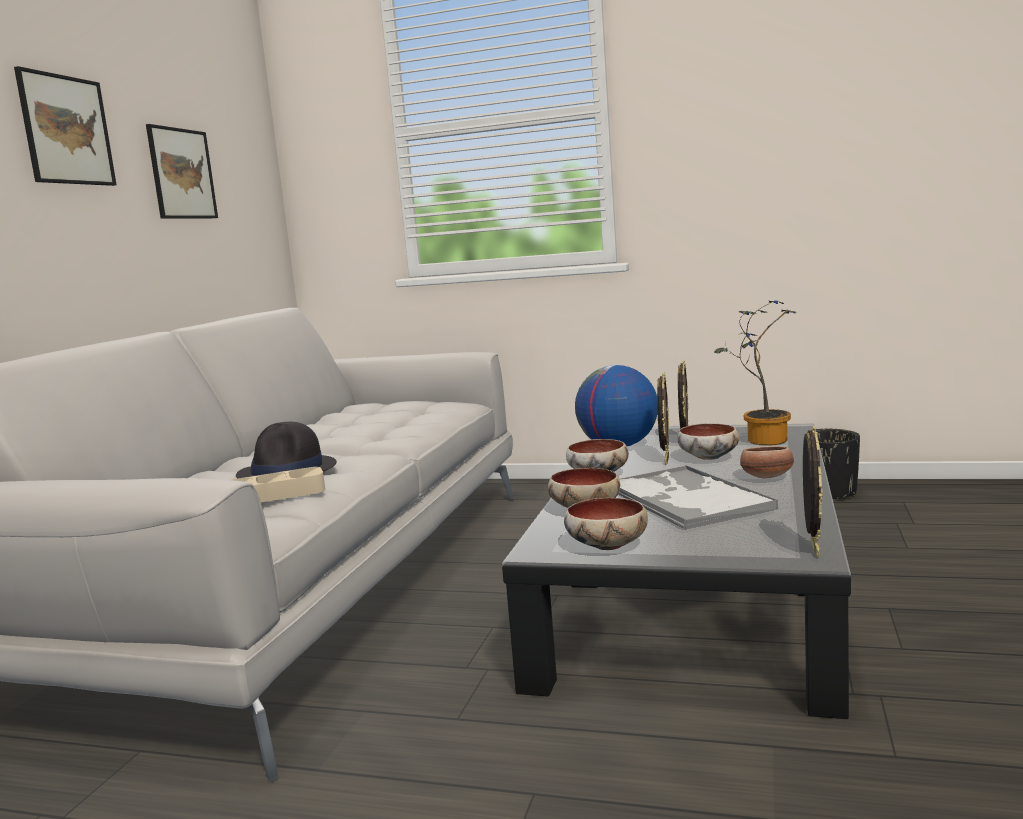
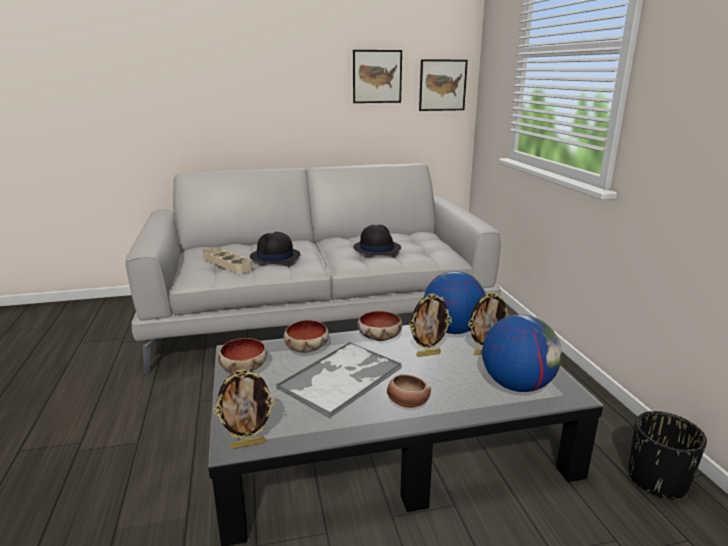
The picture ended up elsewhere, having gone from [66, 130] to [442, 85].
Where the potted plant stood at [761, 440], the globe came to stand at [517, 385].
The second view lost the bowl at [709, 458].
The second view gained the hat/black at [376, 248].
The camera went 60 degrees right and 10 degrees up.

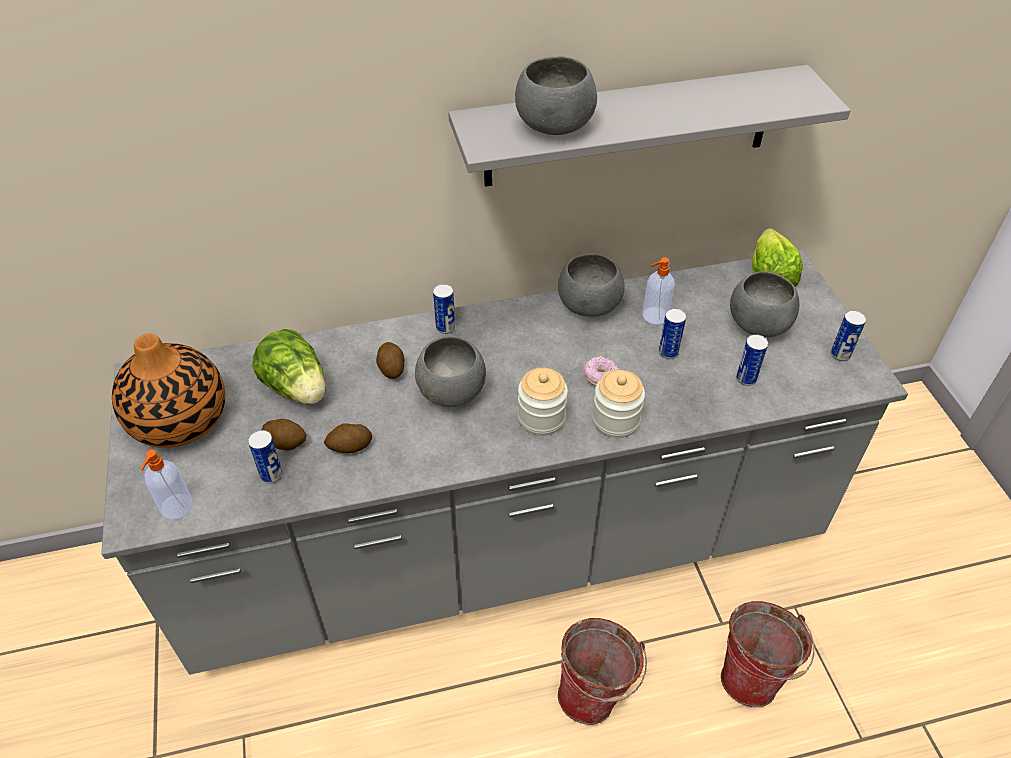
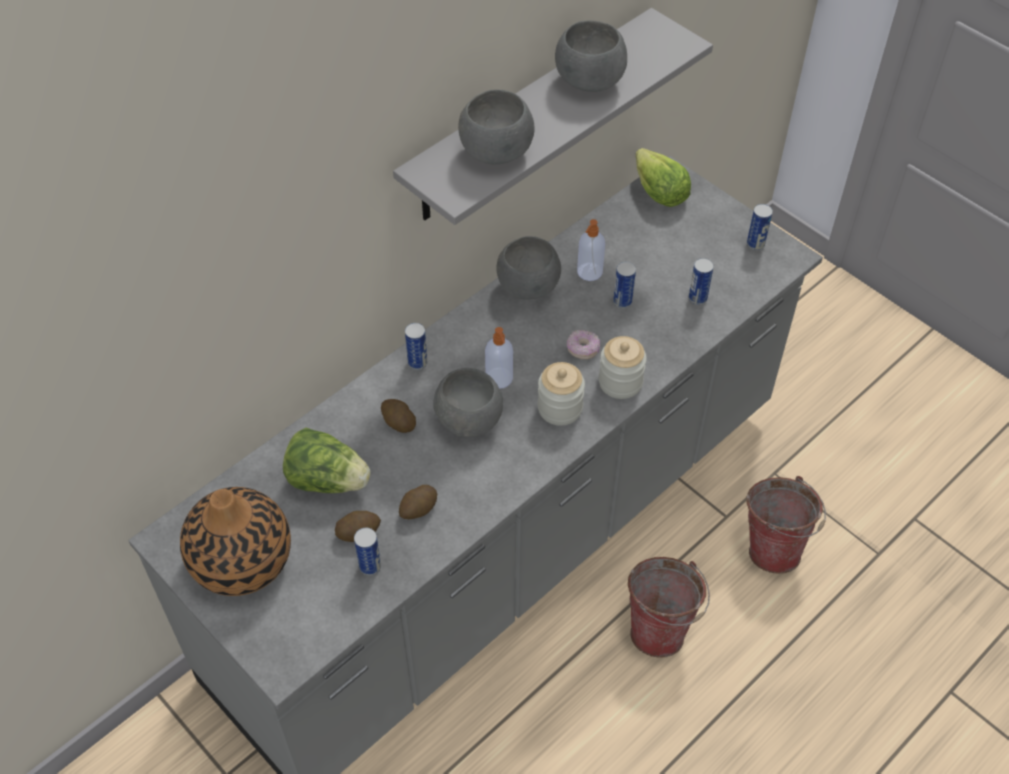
The bowl/grey ended up elsewhere, having gone from [758, 325] to [589, 80].
The soap dispenser ended up elsewhere, having gone from [176, 507] to [499, 379].
The camera went 30 degrees left and 5 degrees up.

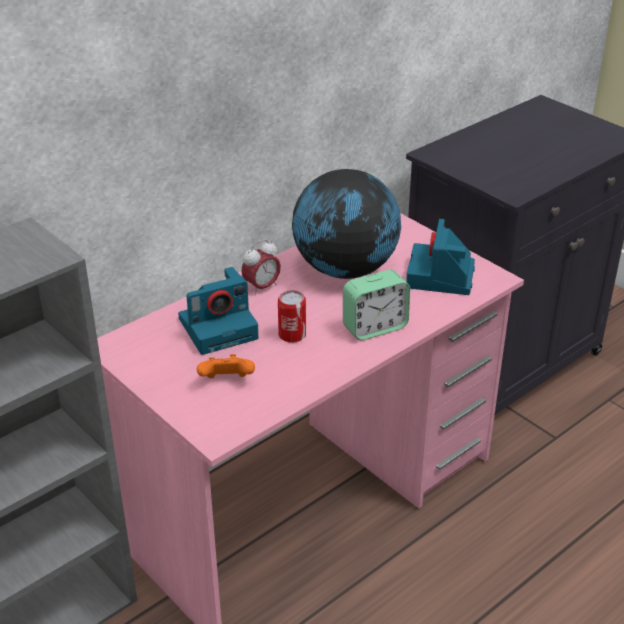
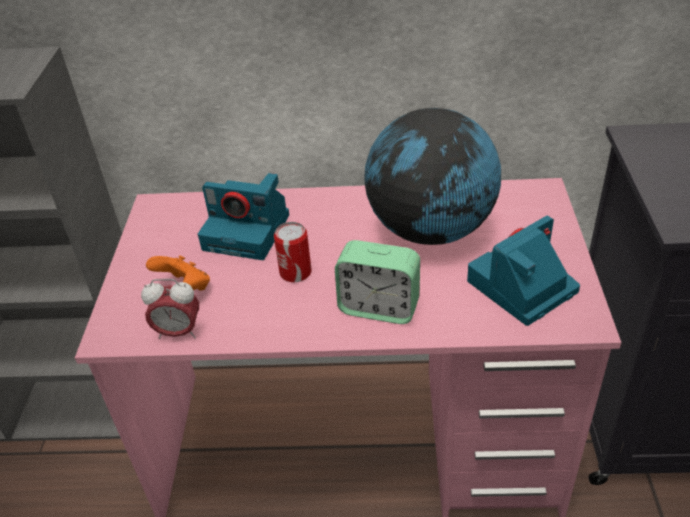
The alarm clock ended up elsewhere, having gone from [261, 287] to [178, 332].
The camera went 45 degrees right and 5 degrees up.

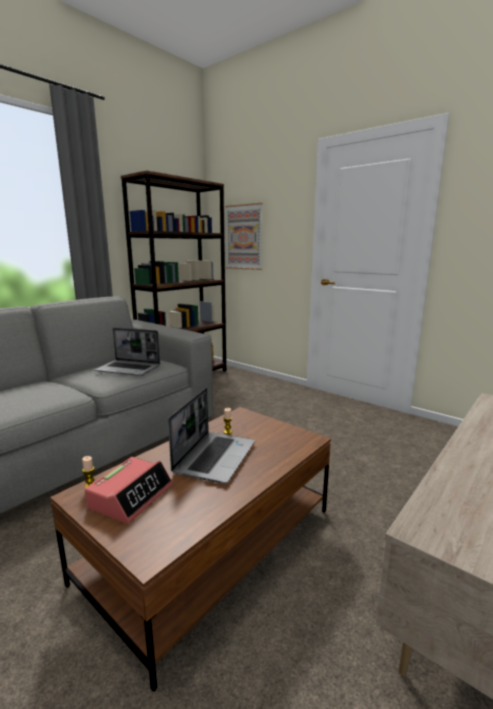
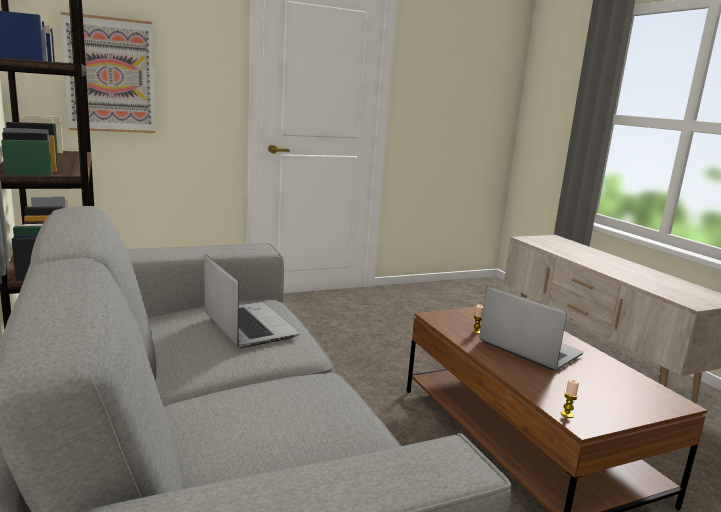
The laptop at [129, 369] ended up facing another way, 75 degrees counterclockwise from before.
The second view lost the alarm clock at [131, 496].
The camera went 65 degrees left and 0 degrees up.

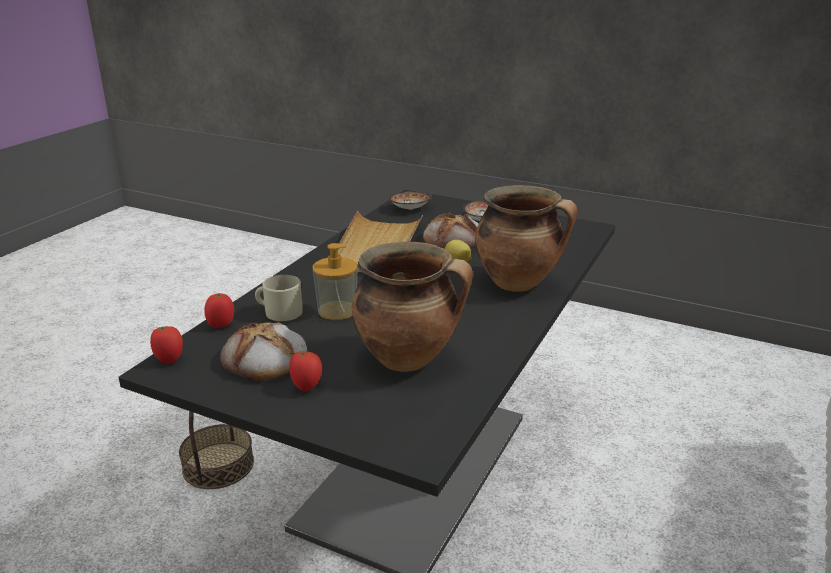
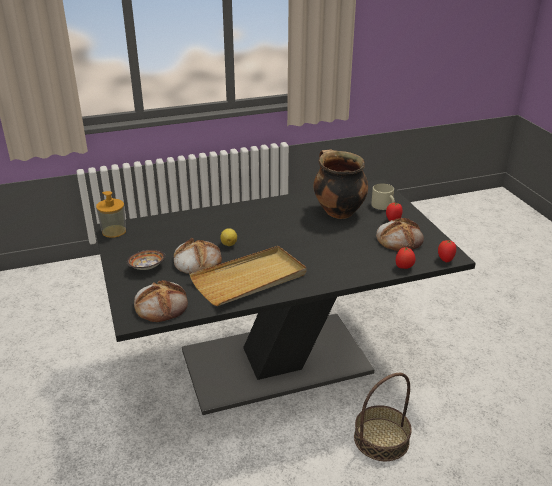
The second view lost the cooking pot at [519, 283].
Where the bowl stood at [411, 209], the bread came to stand at [162, 305].
The soap dispenser ended up elsewhere, having gone from [337, 310] to [114, 231].
The mug/beige ended up elsewhere, having gone from [279, 312] to [383, 206].
The camera went 135 degrees left and 5 degrees up.

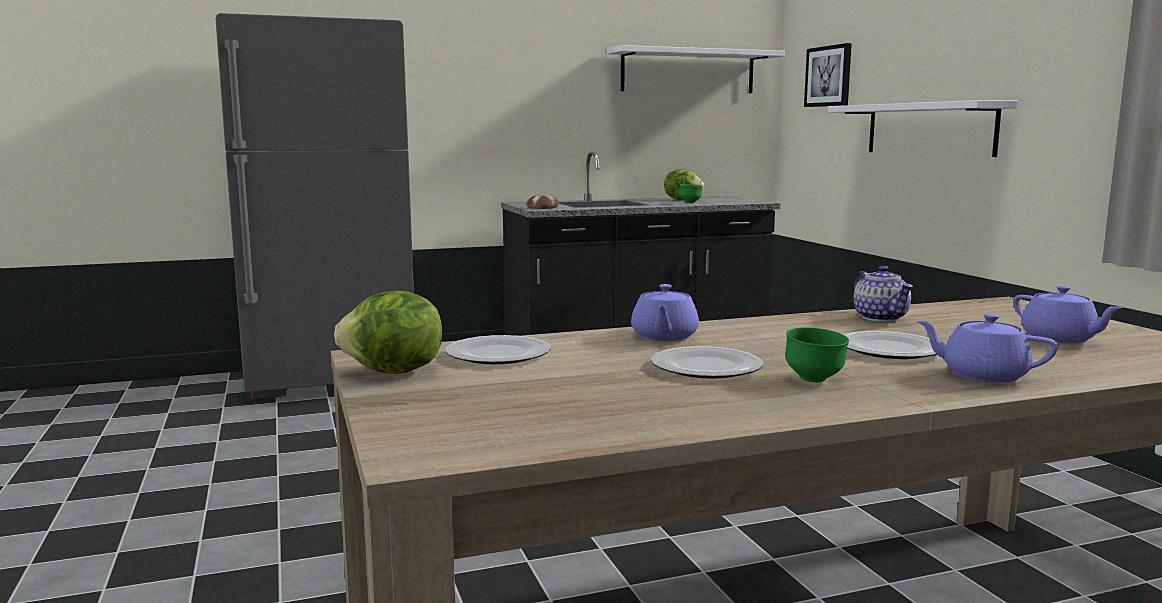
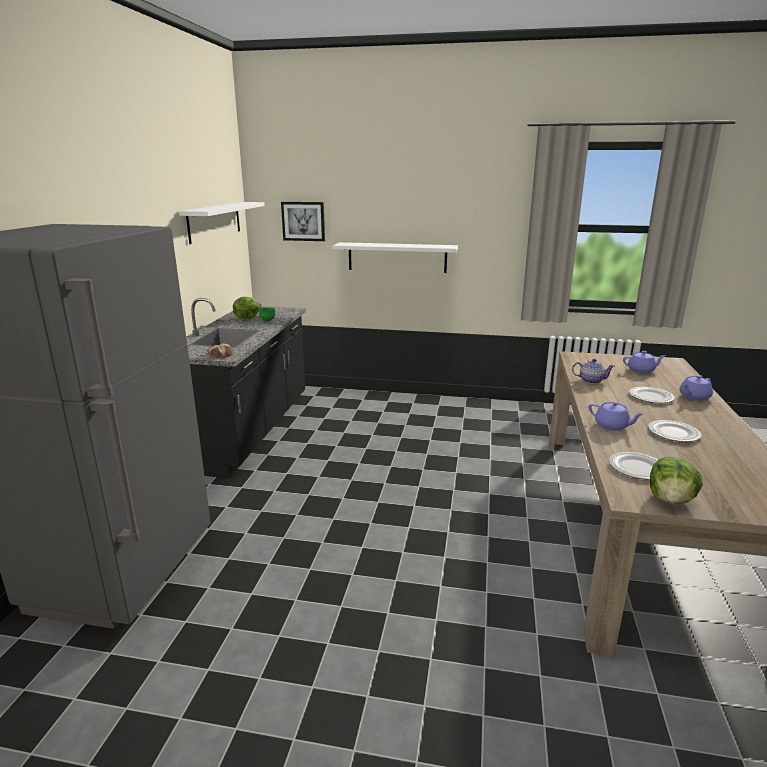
The second view lost the bowl/green at [814, 380].
The camera went 60 degrees left and 10 degrees up.

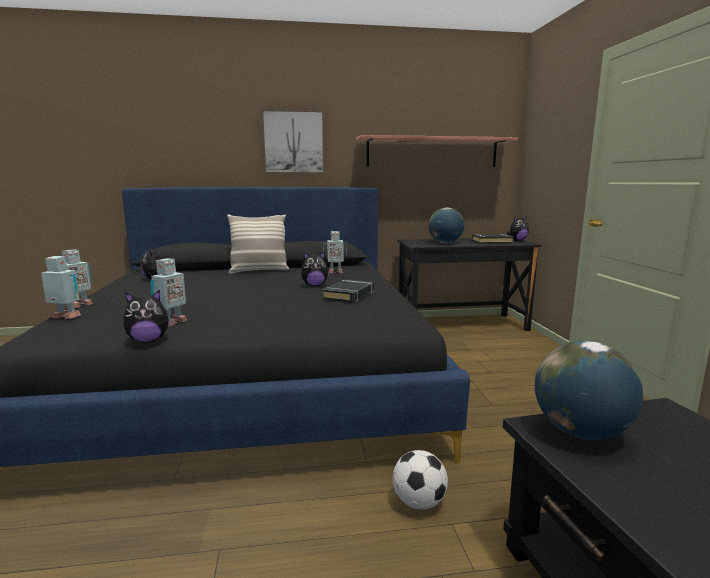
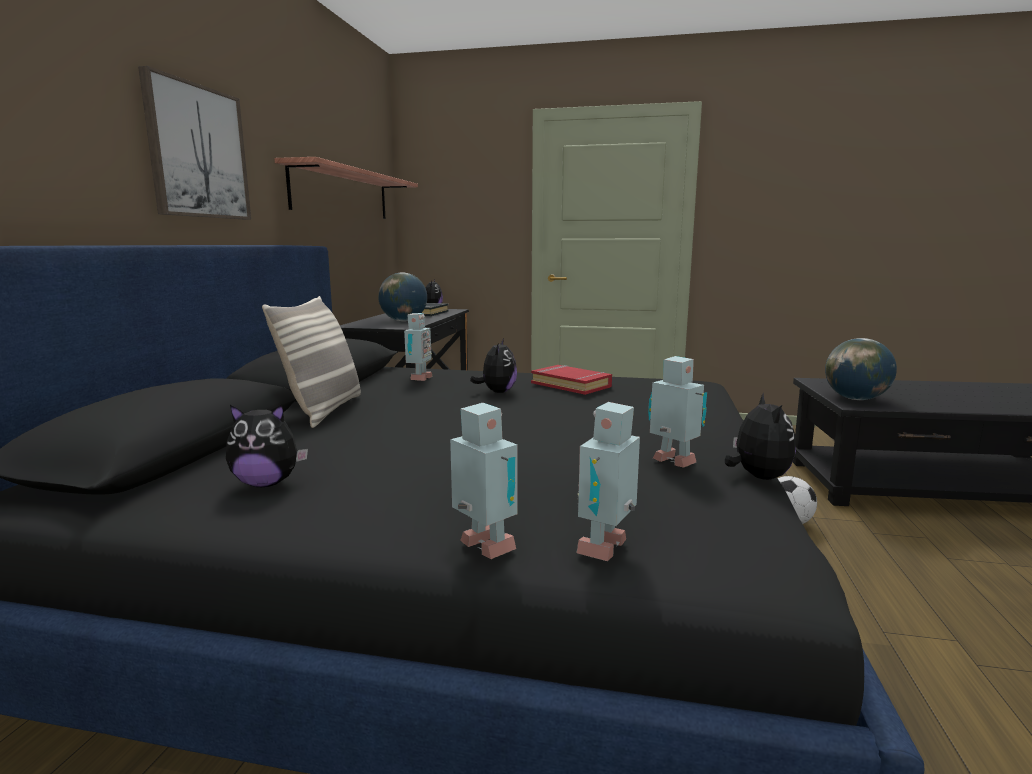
What was the book/black at [349, 295] turned into the book/red at [571, 385].
The camera went 70 degrees left and 0 degrees up.

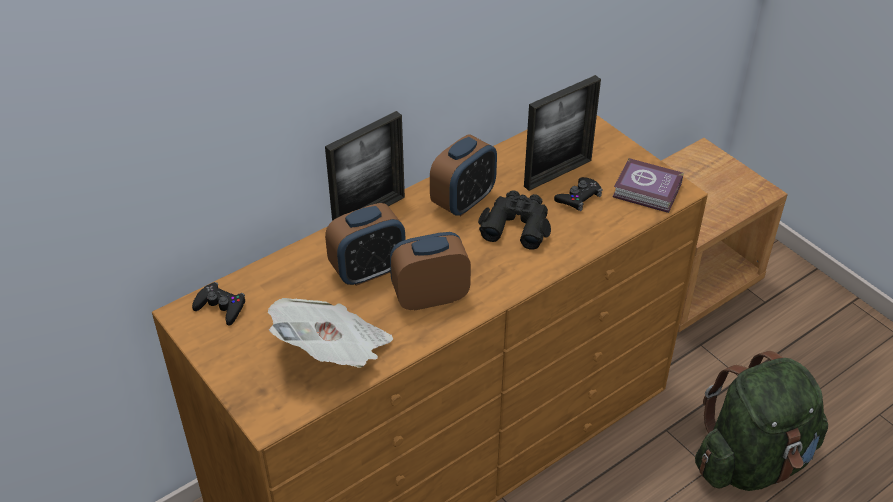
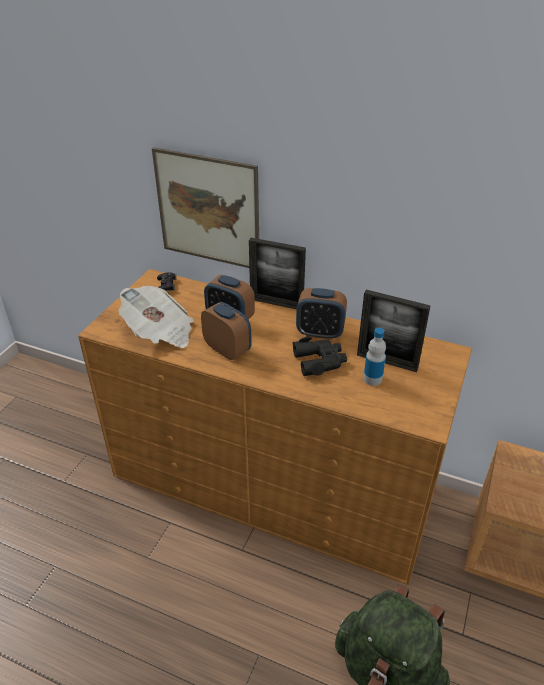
The second view lost the book at [648, 191].
Where the game controller/black stood at [578, 198], the bottle came to stand at [372, 379].
The second view gained the picture at [208, 209].
The camera went 60 degrees right and 5 degrees down.

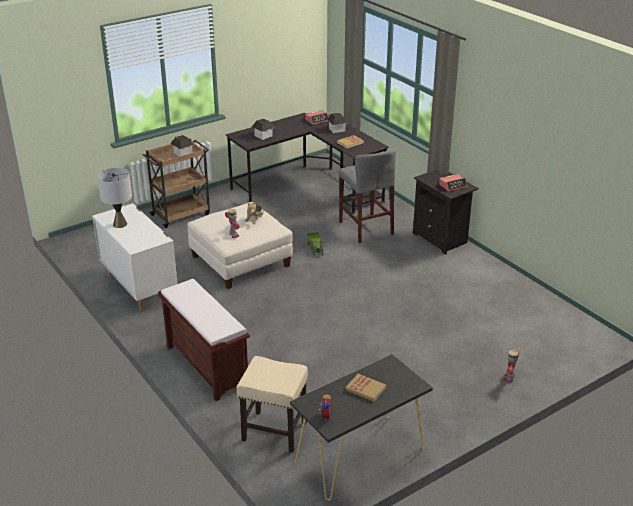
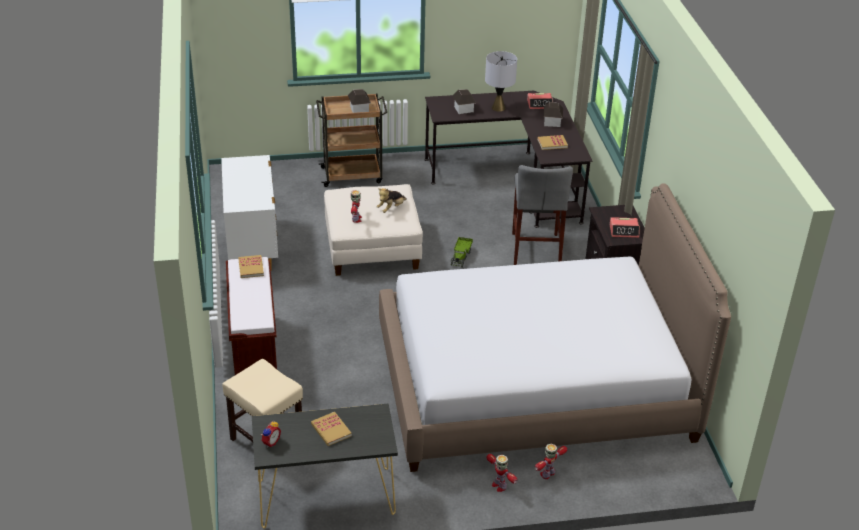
The table lamp/grey ended up elsewhere, having gone from [120, 224] to [498, 108].
The second view gained the bed at [534, 386].
The second view gained the book at [251, 268].
The second view gained the toy robot at [499, 485].
The camera went 25 degrees right and 5 degrees up.

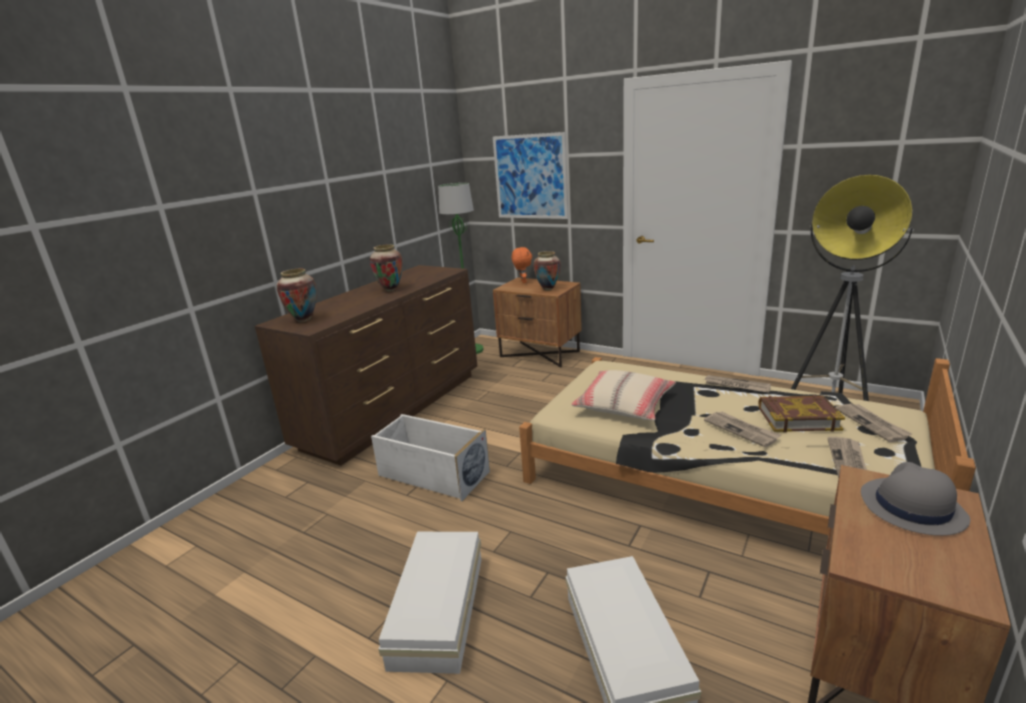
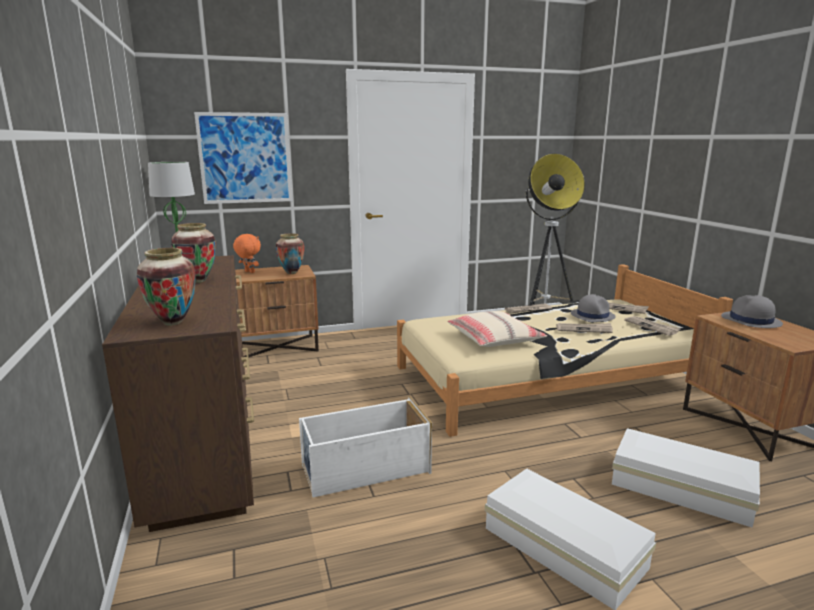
Where the book stood at [798, 418], the hat/grey came to stand at [592, 315].
The camera went 50 degrees left and 5 degrees down.

